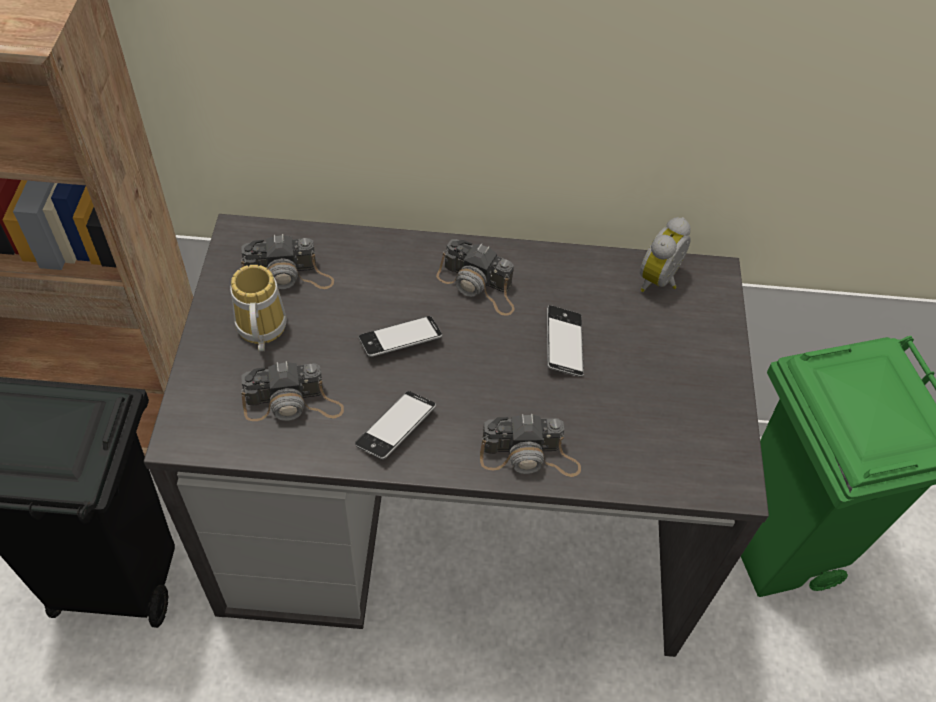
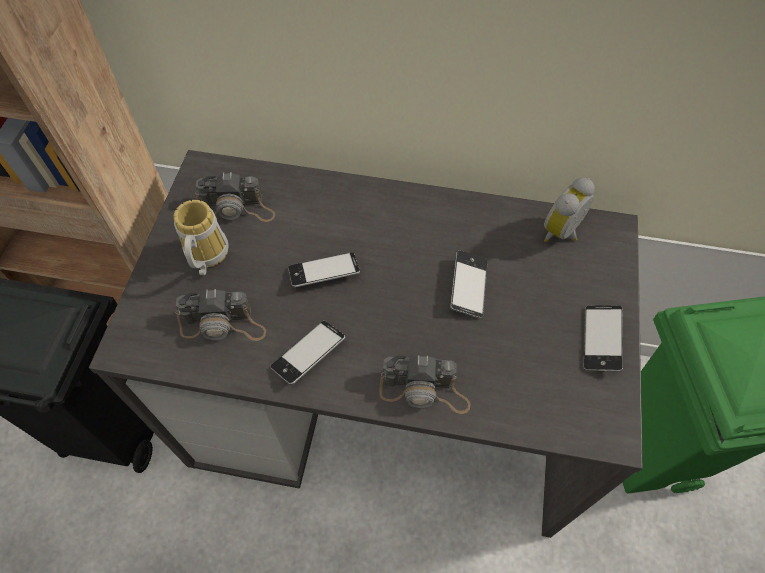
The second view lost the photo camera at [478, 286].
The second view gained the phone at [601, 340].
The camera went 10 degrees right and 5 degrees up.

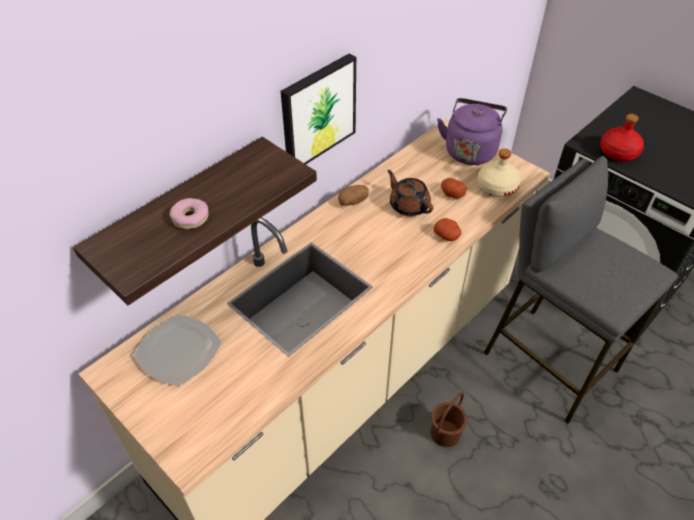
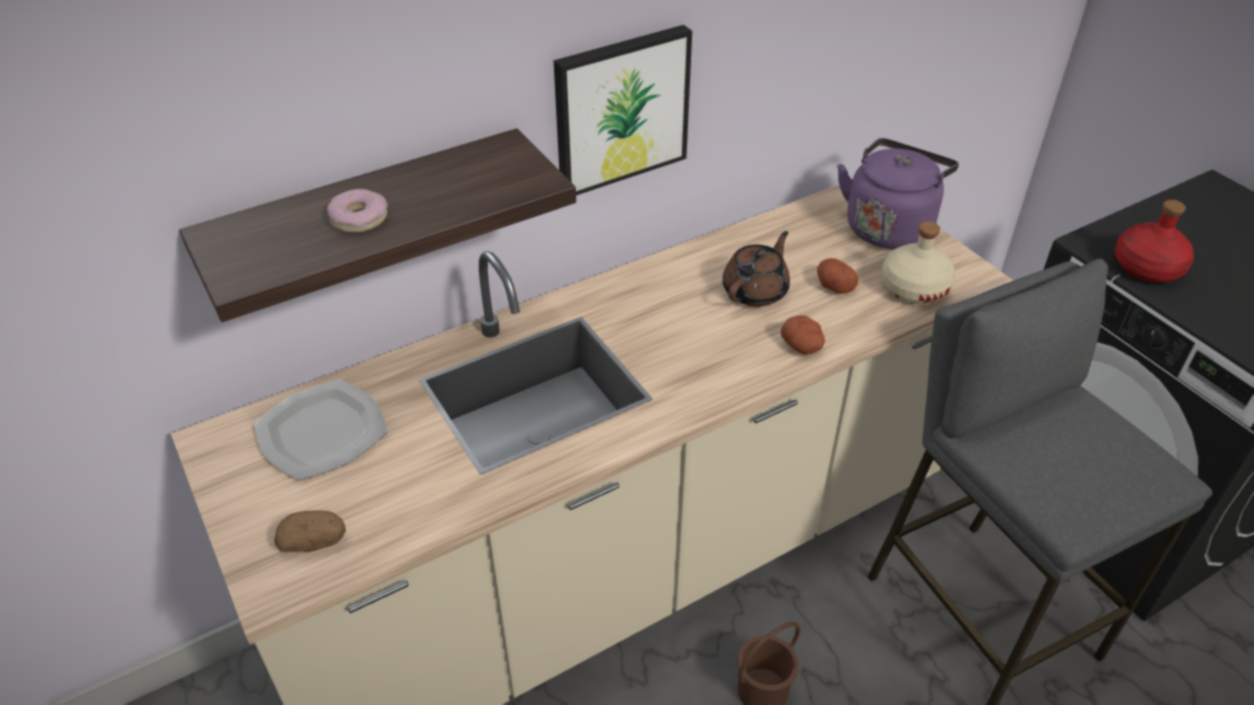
The teapot/brown at [408, 205] ended up facing another way, 60 degrees clockwise from before.
The potato ended up elsewhere, having gone from [353, 201] to [314, 542].
The camera went 15 degrees right and 5 degrees down.

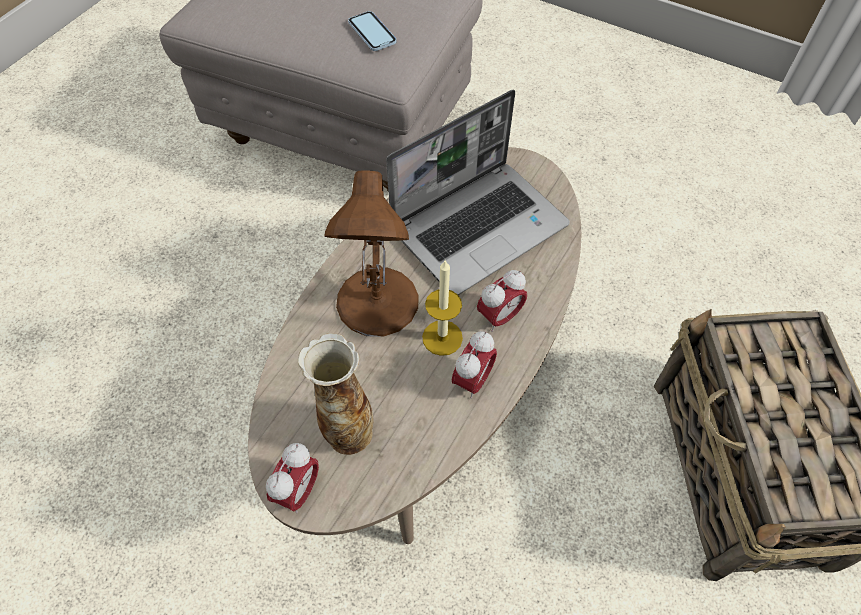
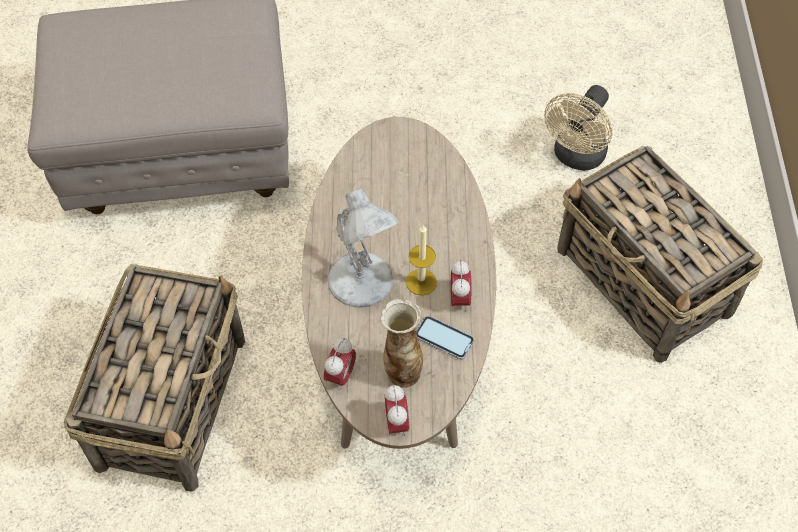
The phone ended up elsewhere, having gone from [372, 33] to [444, 338].
The second view lost the laptop at [480, 226].
What was the table lamp/brown at [377, 305] turned into the table lamp/white at [362, 282].
The alarm clock ended up elsewhere, having gone from [499, 317] to [340, 375].
The second view gained the fan/beige at [576, 157].
The second view gained the basket at [173, 400].
The camera went 30 degrees left and 0 degrees up.

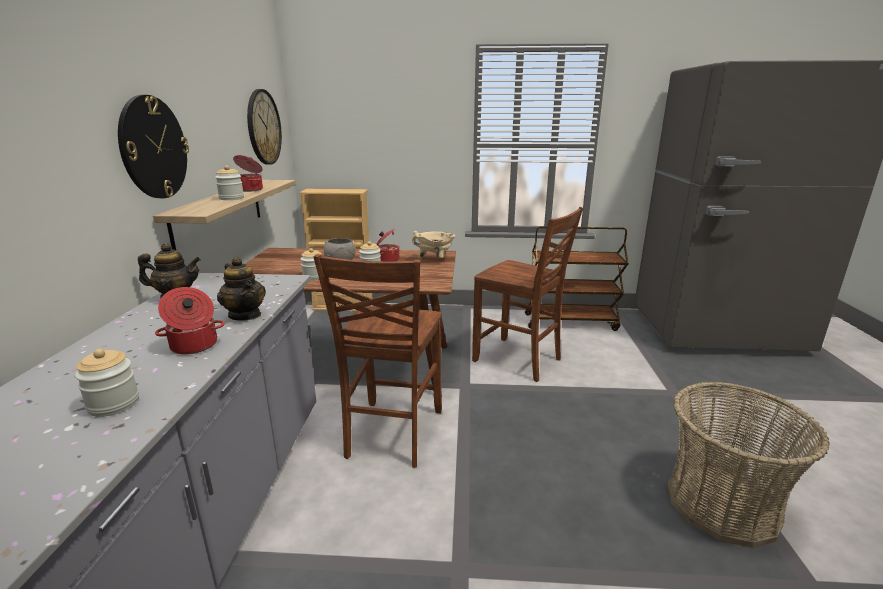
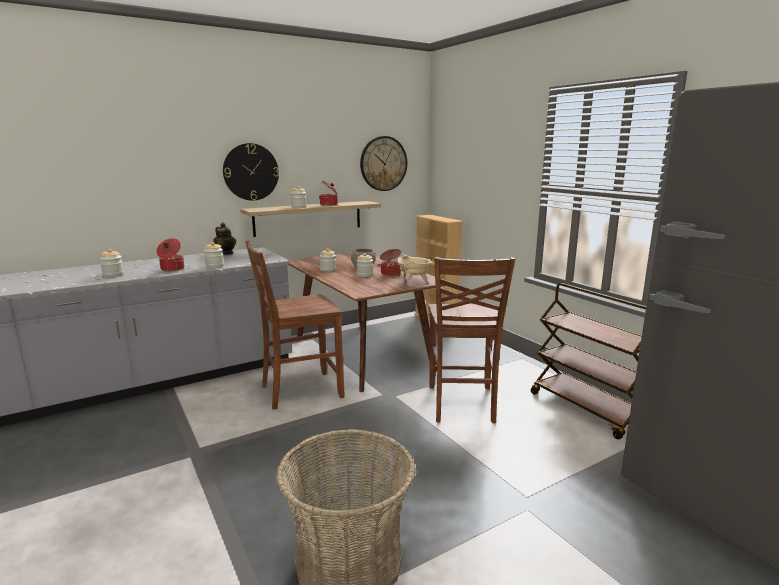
Where the teapot stood at [245, 315], the jar came to stand at [214, 266].
The camera went 55 degrees right and 5 degrees down.

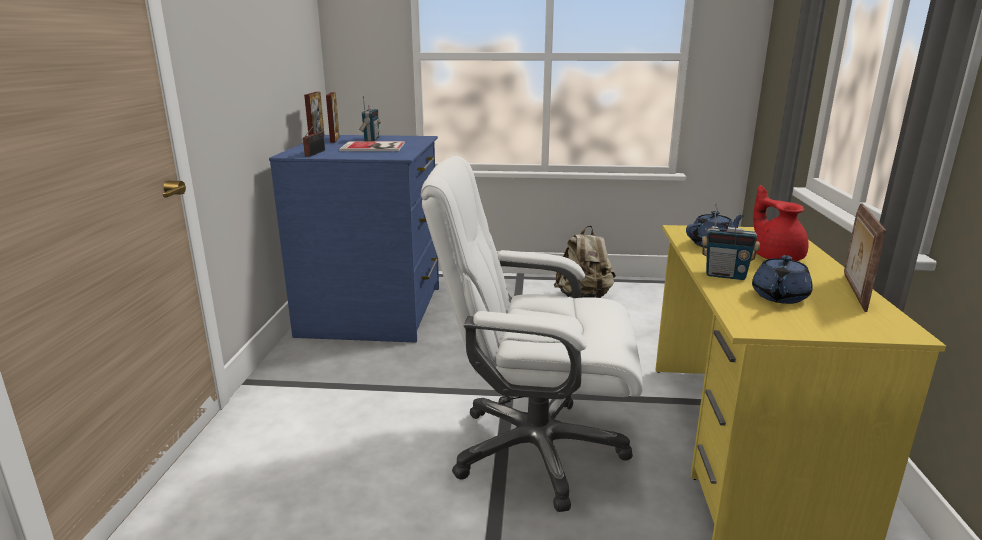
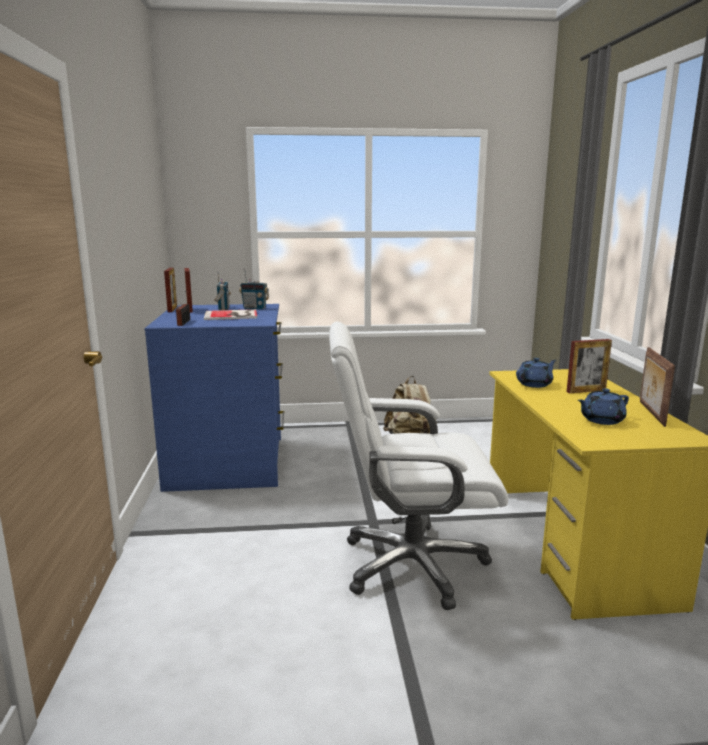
Where the teapot/red stood at [776, 256], the picture frame came to stand at [586, 391].
The radio ended up elsewhere, having gone from [725, 275] to [254, 308].
The teapot/blue at [779, 297] ended up facing another way, 45 degrees clockwise from before.
The camera went 10 degrees left and 5 degrees down.

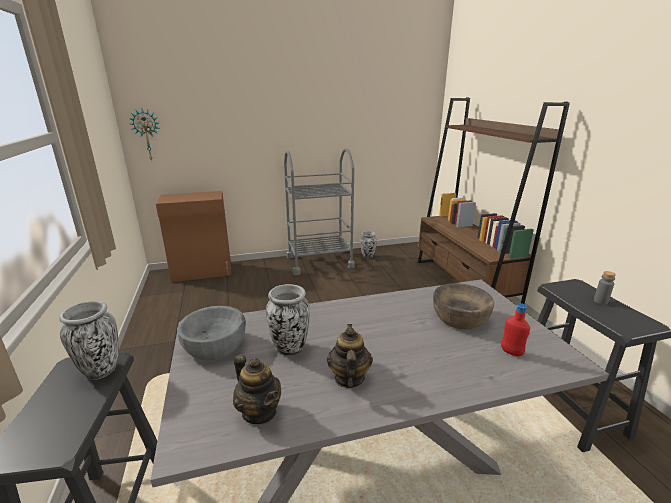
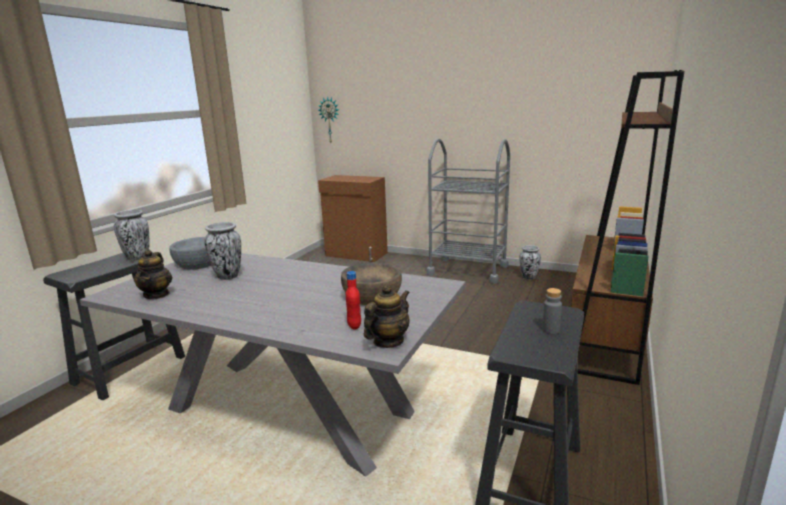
The teapot ended up elsewhere, having gone from [348, 378] to [388, 341].
The camera went 40 degrees right and 5 degrees down.

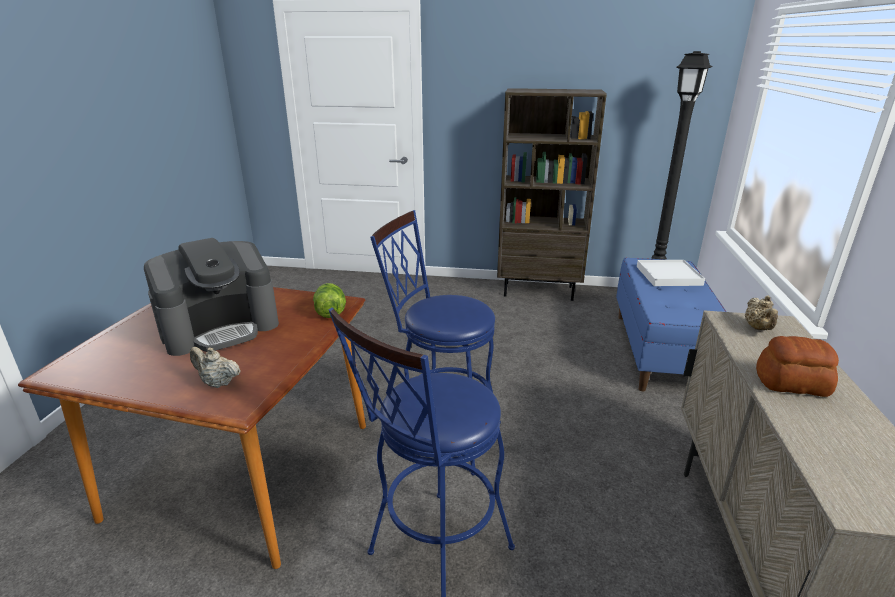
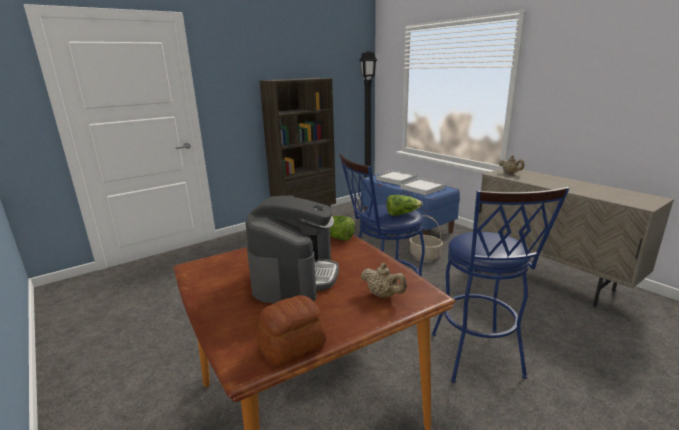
The bread ended up elsewhere, having gone from [792, 384] to [293, 345].
The teapot/beige at [217, 383] ended up facing another way, 120 degrees counterclockwise from before.
The second view gained the tray/white at [422, 188].
The second view gained the lettuce at [402, 214].
The second view gained the basket at [425, 255].
The camera went 45 degrees left and 5 degrees down.

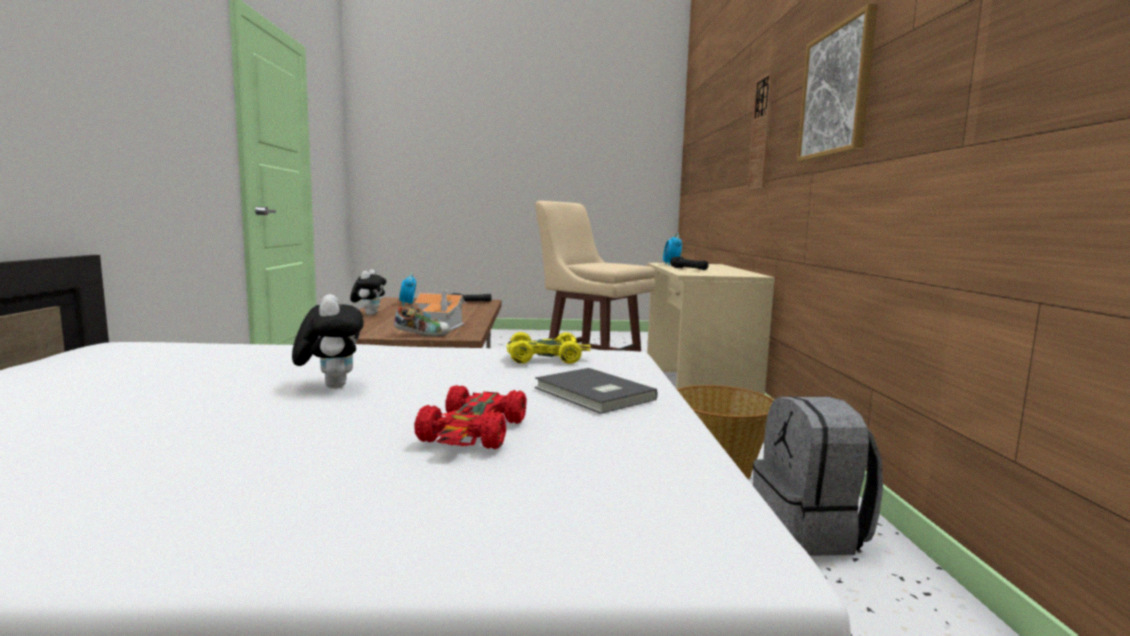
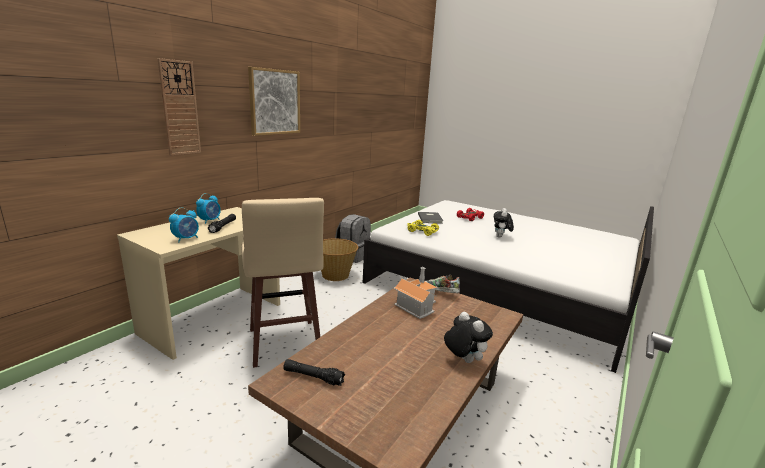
The plush toy at [369, 314] ended up facing another way, 105 degrees clockwise from before.
The alarm clock ended up elsewhere, having gone from [408, 304] to [210, 221].
The camera went 145 degrees left and 10 degrees up.

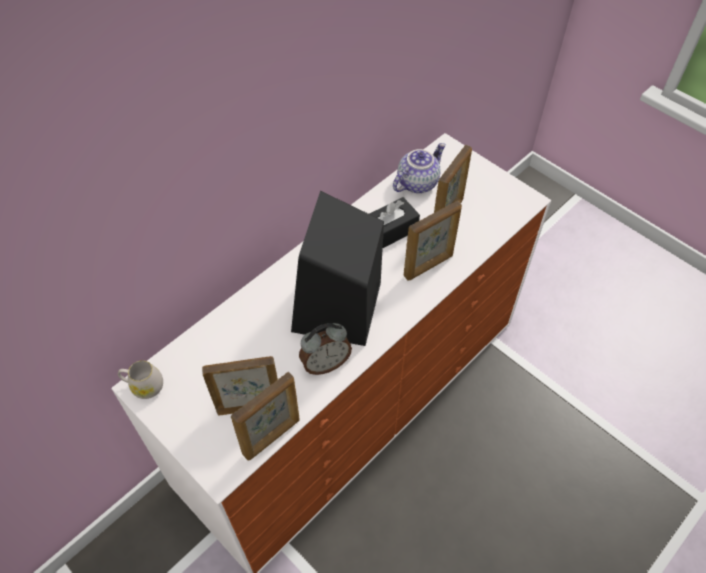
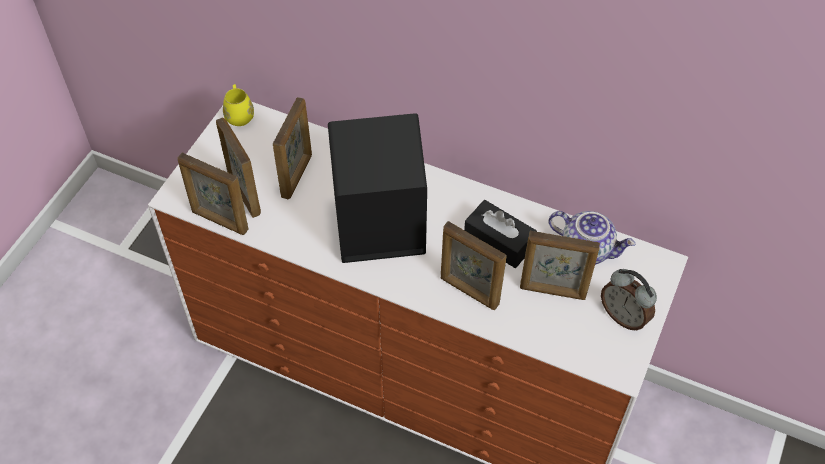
The alarm clock ended up elsewhere, having gone from [325, 363] to [624, 316].
What was the mug/white at [144, 386] turned into the mug/yellow at [239, 114].
The second view gained the picture frame at [297, 175].
The camera went 70 degrees right and 0 degrees up.

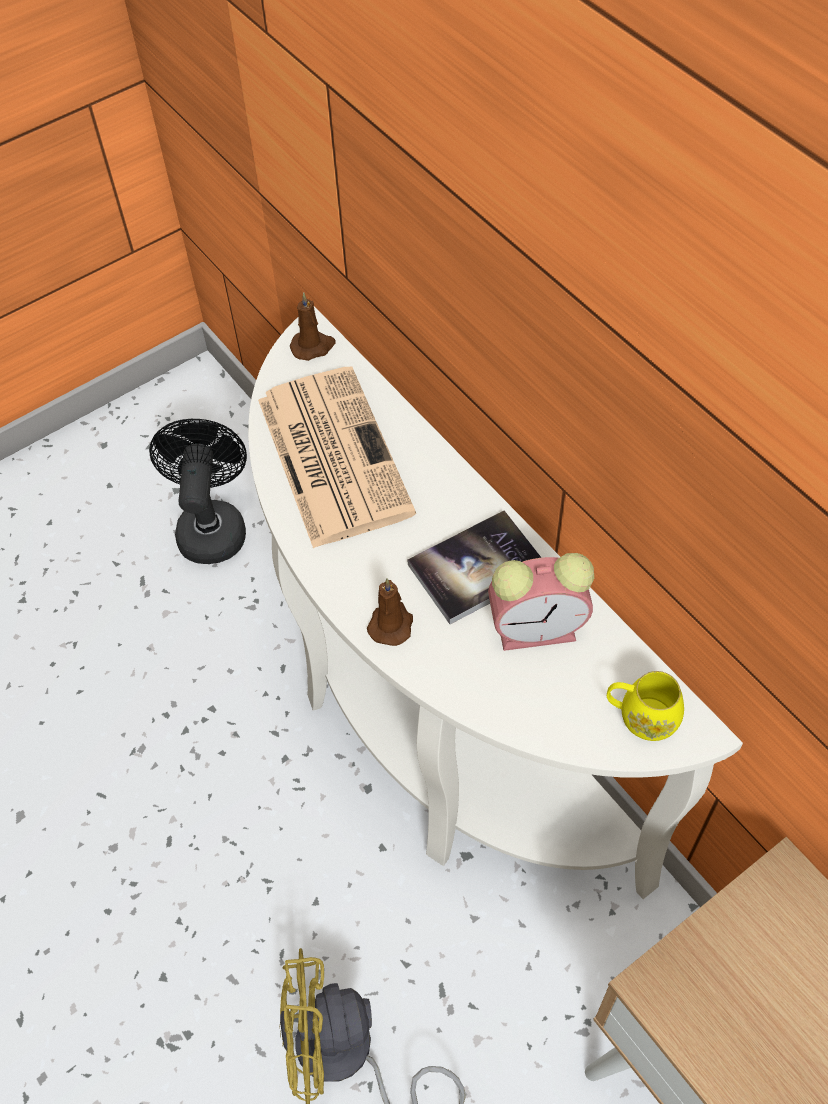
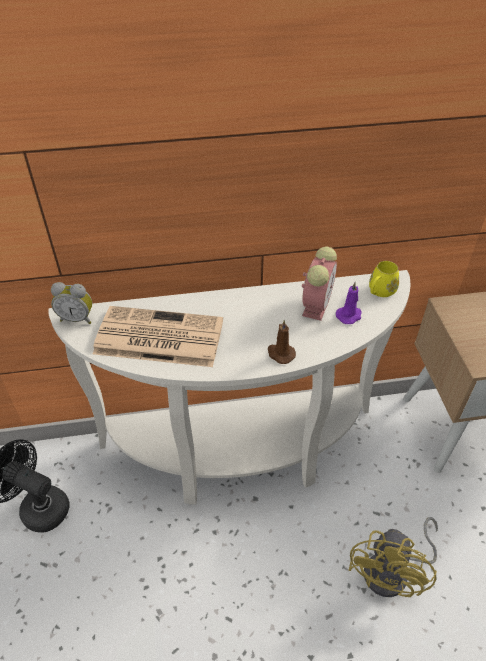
Where the candle/brown stood at [313, 346], the alarm clock came to stand at [77, 318].
The second view lost the book at [477, 568].
The second view gained the candle/purple at [349, 315].
The camera went 65 degrees left and 10 degrees down.

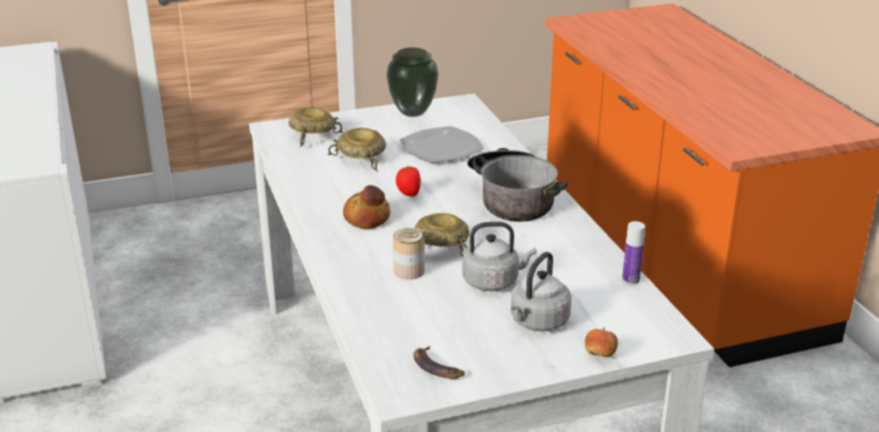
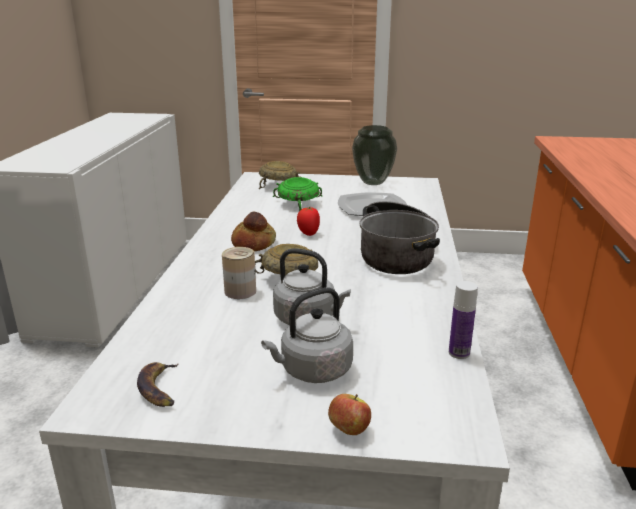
What was the bowl/beige at [360, 159] turned into the bowl/green at [298, 204].
The camera went 25 degrees right and 5 degrees down.

